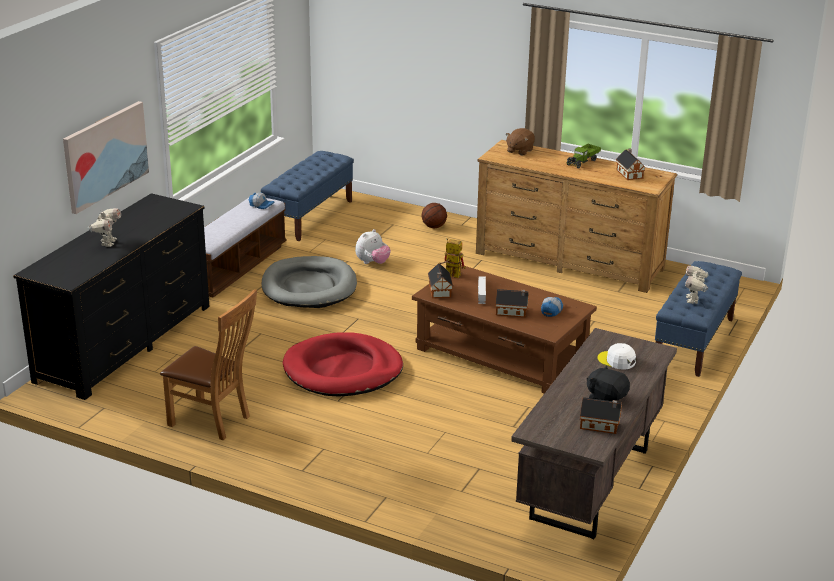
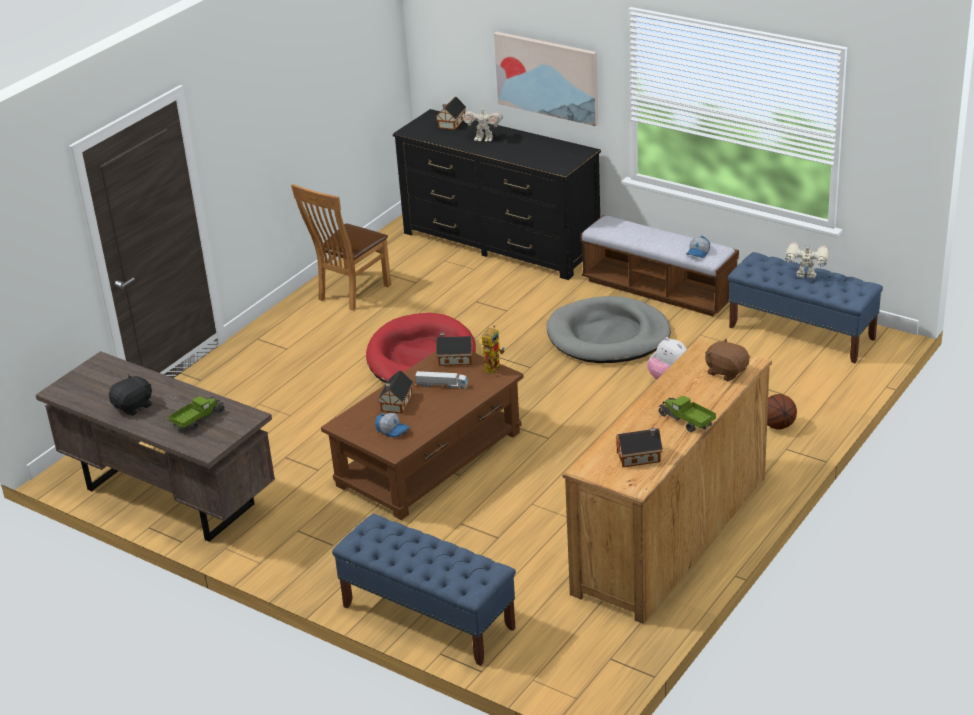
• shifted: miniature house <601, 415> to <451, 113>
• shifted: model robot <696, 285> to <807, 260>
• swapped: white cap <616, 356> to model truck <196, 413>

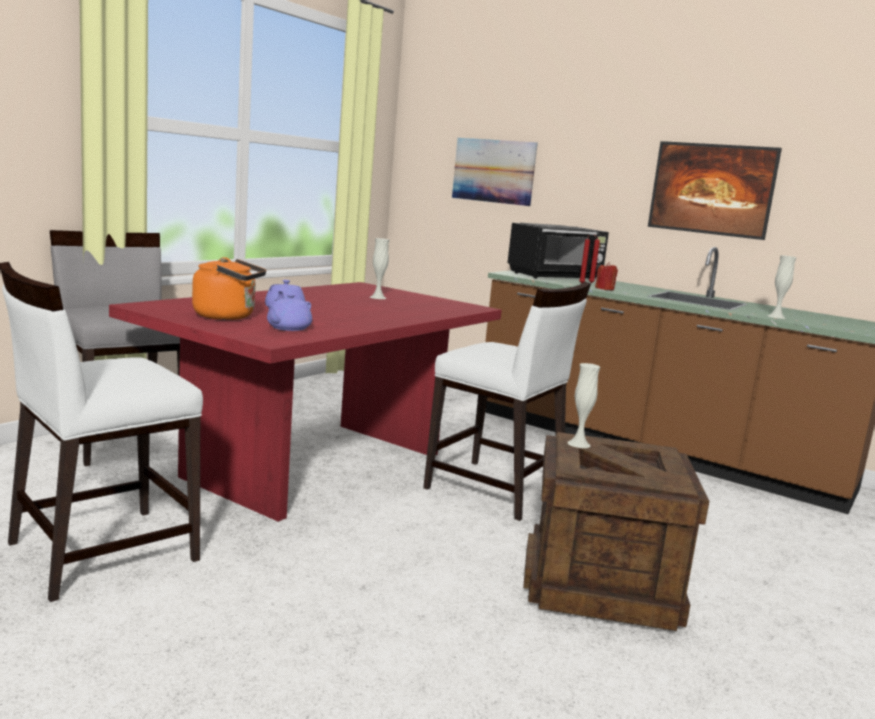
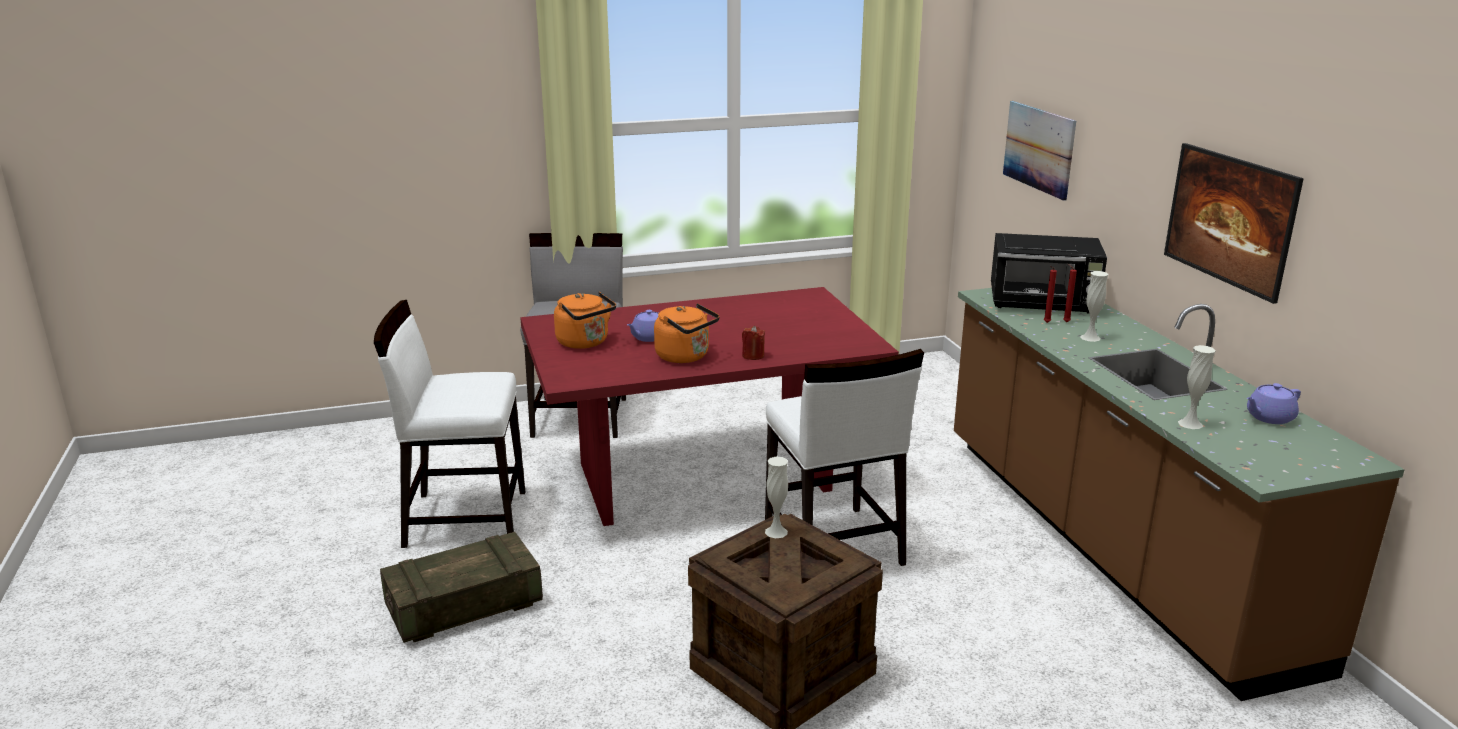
• new: packing crate <461, 587>
• new: orange-coloured tea kettle <687, 333>
• shifted: purple teapot <289, 312> to <1274, 403>
• shifted: white vase <380, 268> to <1094, 306>
• shifted: red-coloured candle <606, 276> to <753, 343>

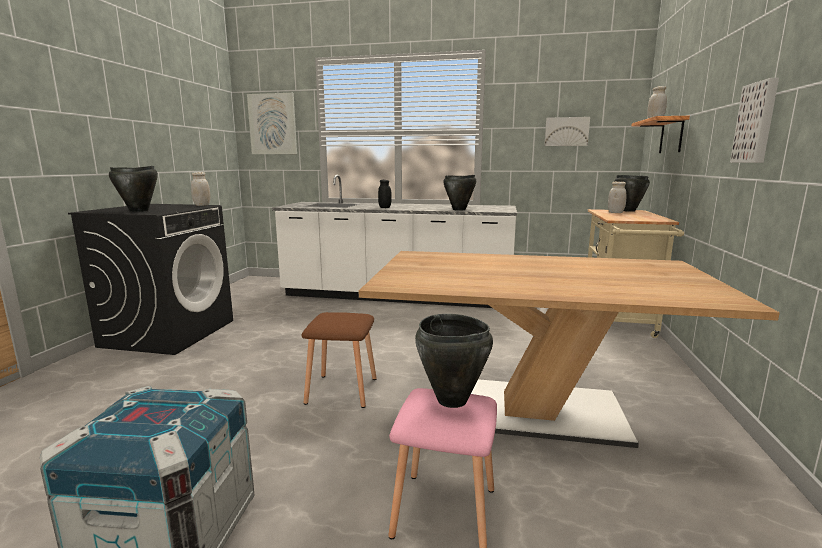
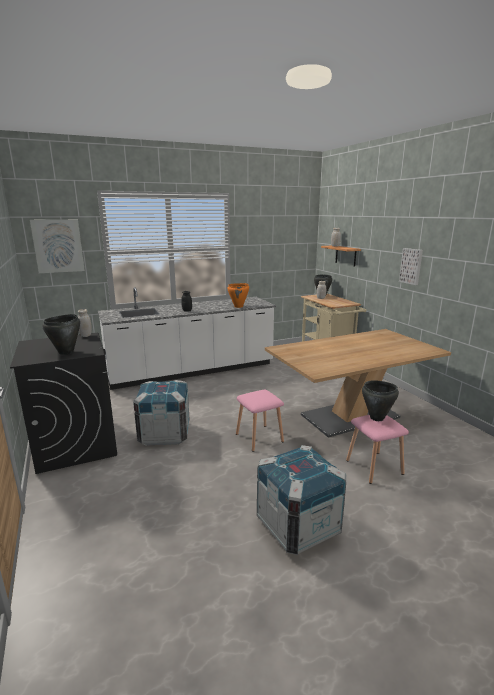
• gone: wall picture <567, 131>
• new: packing crate <161, 413>
• repainted: brownish stool seat <339, 360> to pink-coloured stool seat <260, 421>
• repainted: black cooking pot <459, 193> to orange-coloured cooking pot <238, 295>

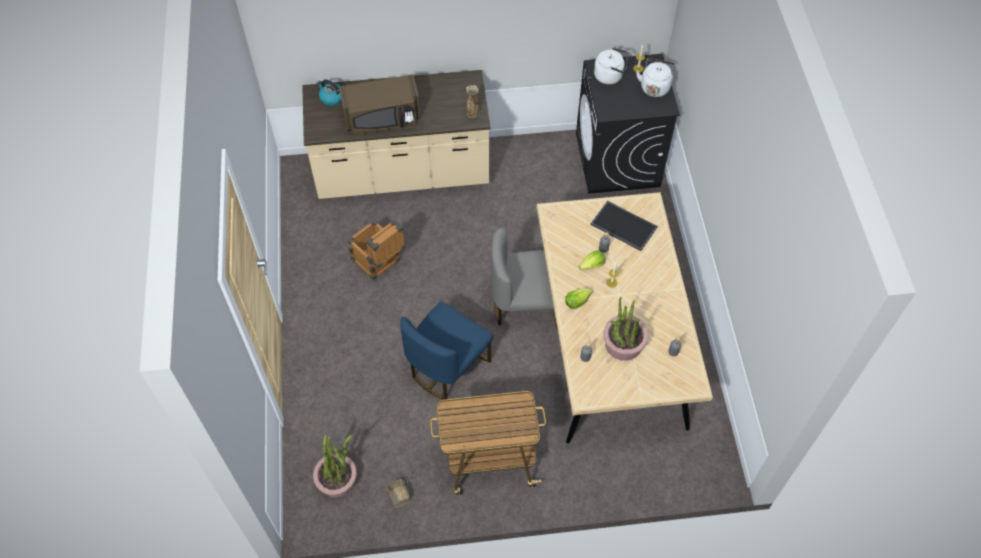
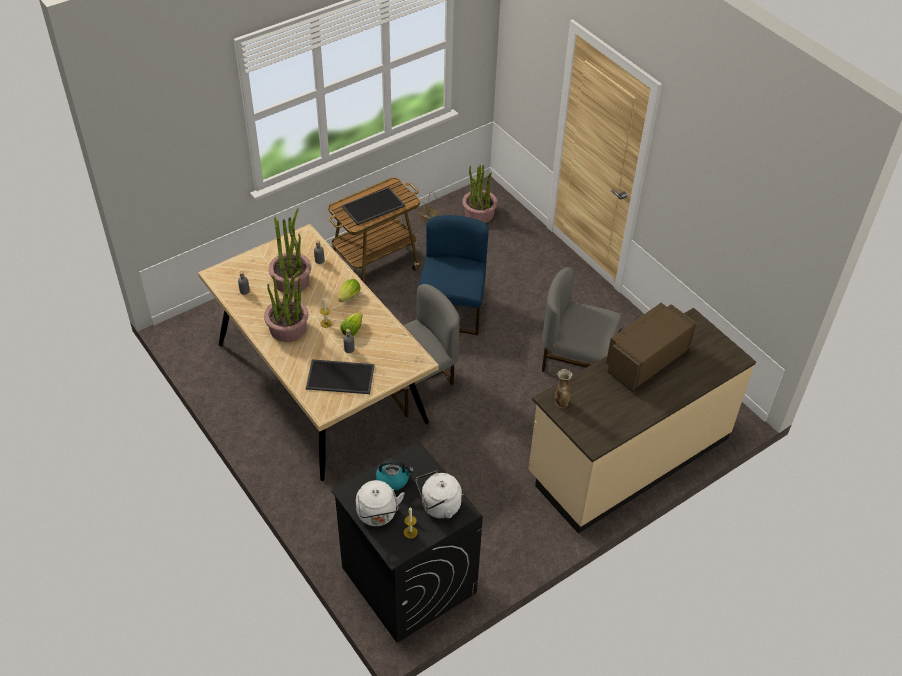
• new: plant in a pot <286, 306>
• new: serving tray <373, 206>
• shifted: tea kettle <329, 92> to <395, 475>
• swapped: packing crate <376, 249> to gray upright chair <582, 319>

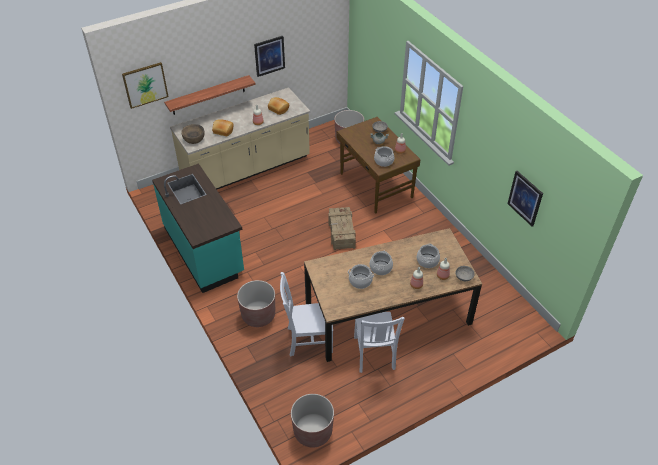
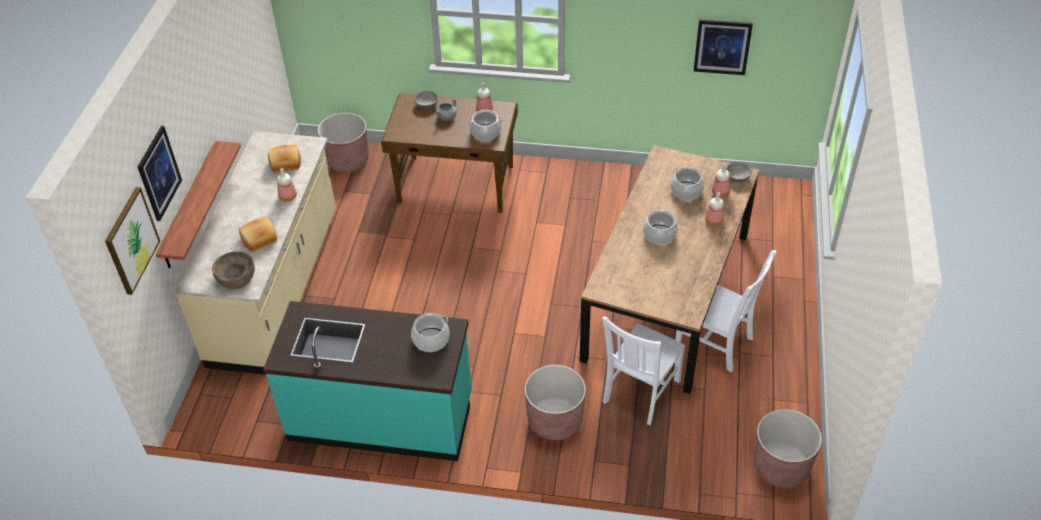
• gone: packing crate <342, 228>
• shifted: wall picture <269, 56> to <160, 173>
• shifted: cooking pot <361, 276> to <430, 332>

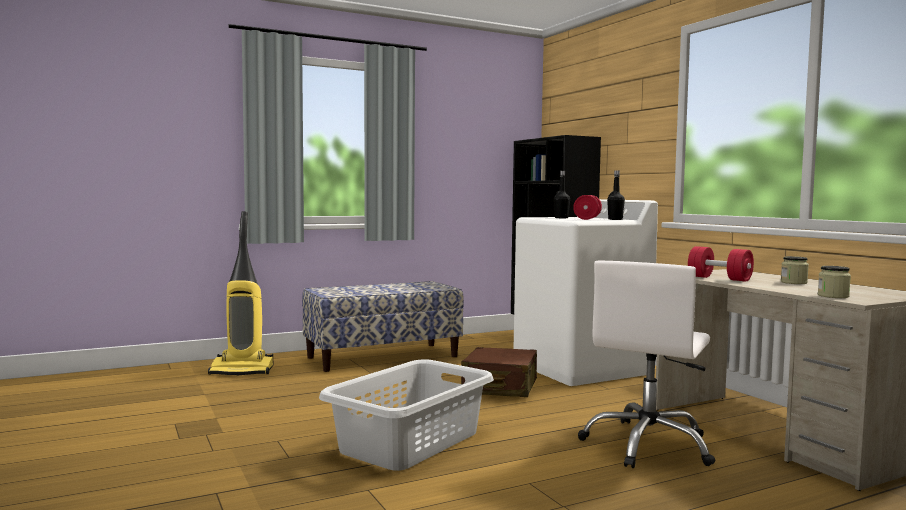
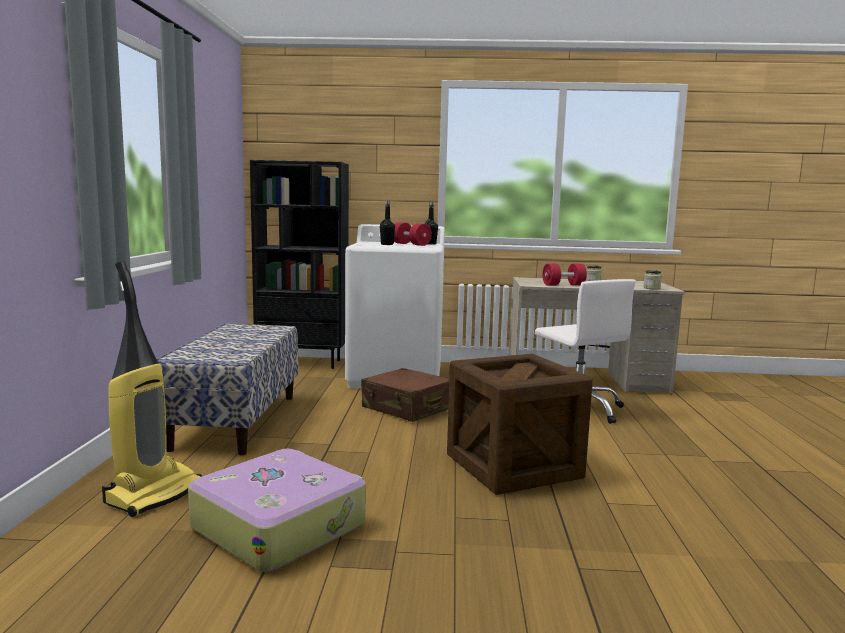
• new: piece of luggage <277, 510>
• swapped: gray washing basket <406, 415> to packing crate <520, 424>

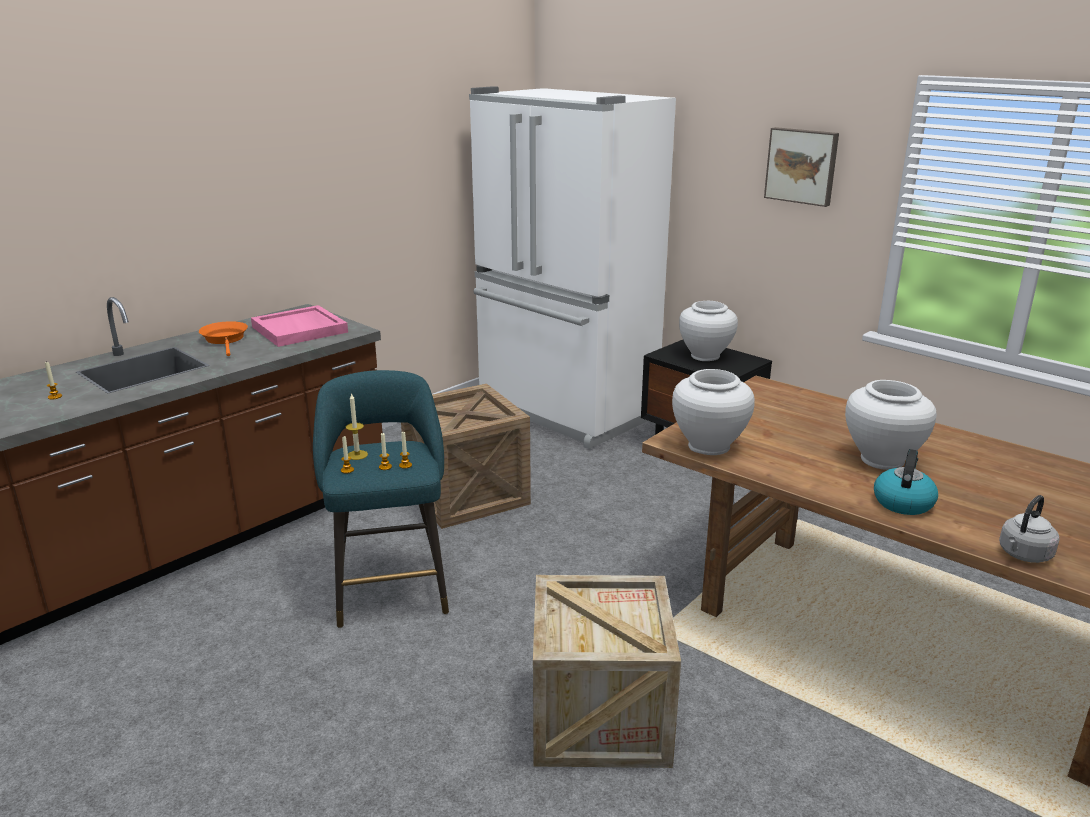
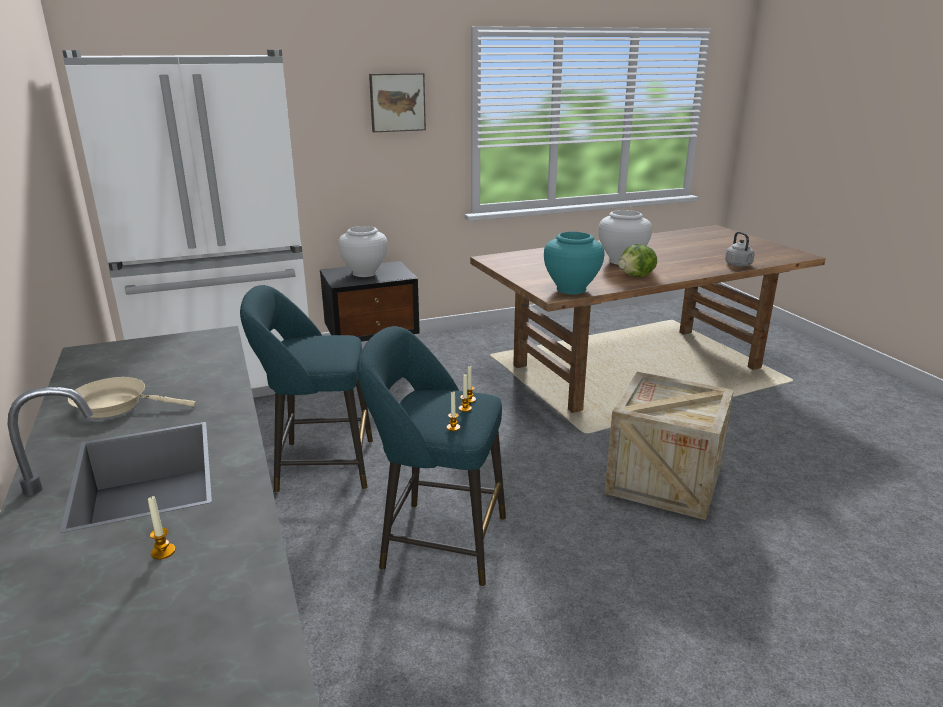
• gone: pink-coloured serving tray <299, 326>
• gone: candle <357, 426>
• gone: tea kettle <906, 482>
• new: head of lettuce <637, 260>
• swapped: packing crate <466, 456> to blue-green stool seat <306, 389>
• repainted: orange-coloured pan <223, 338> to beige pan <132, 397>
• repainted: white vase <713, 412> to blue-green vase <574, 263>

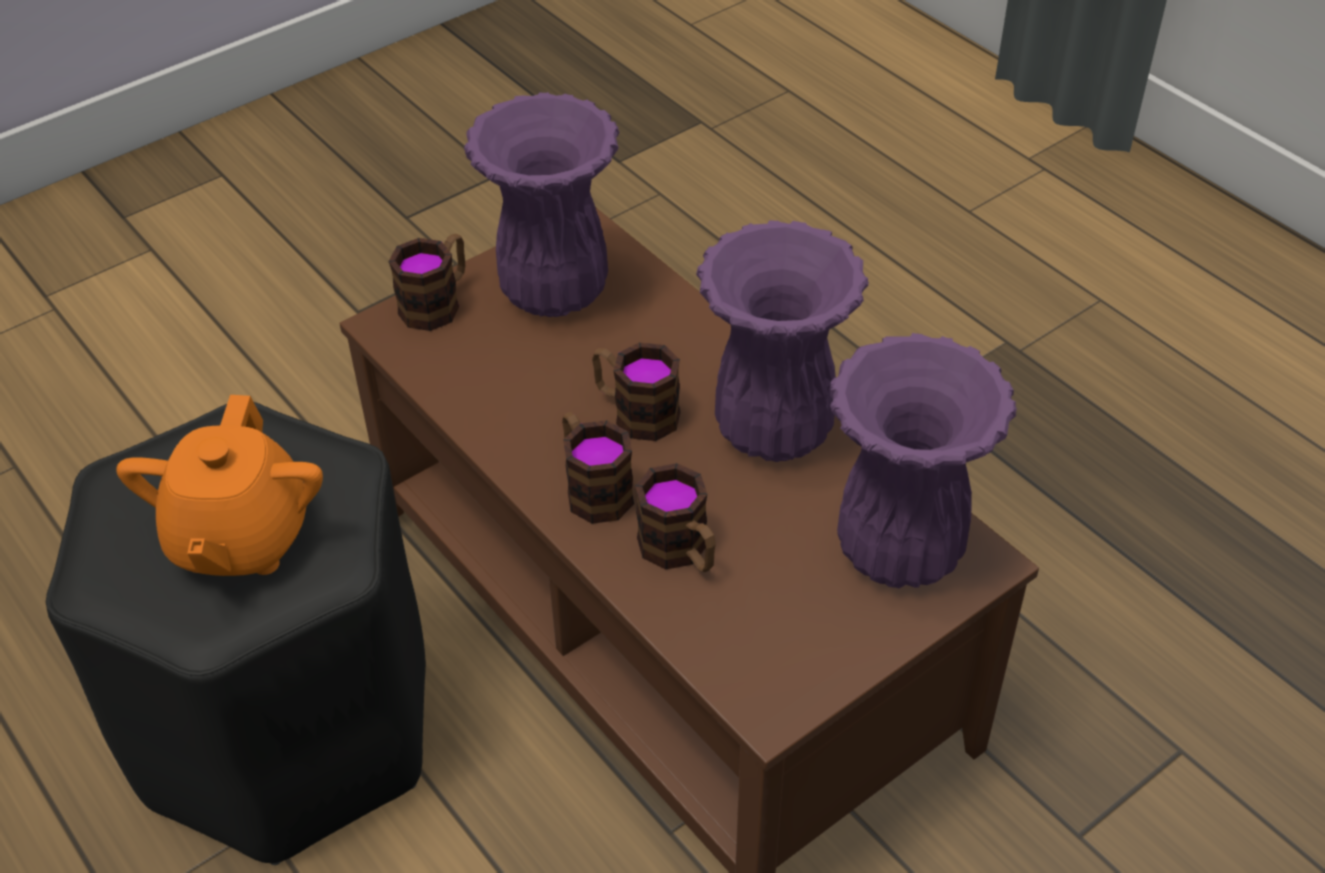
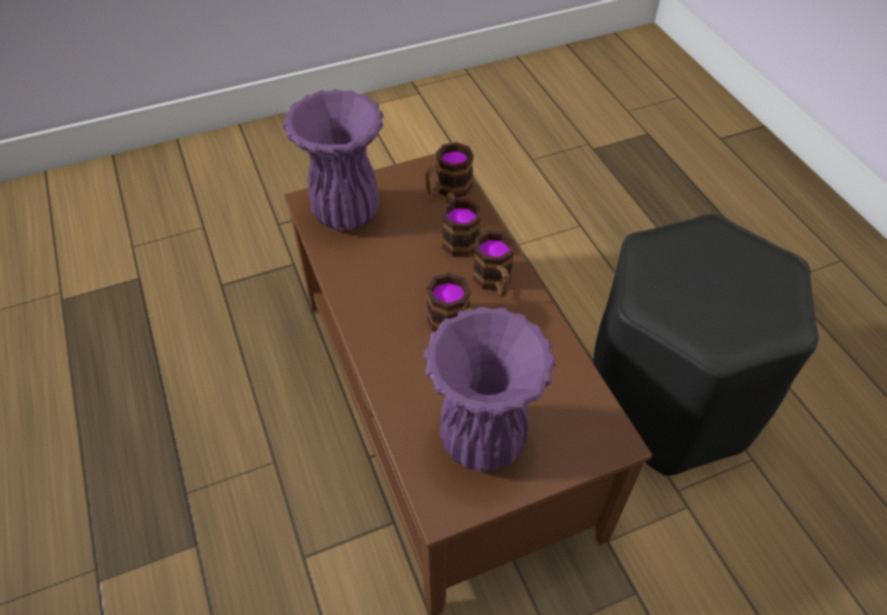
• gone: orange-coloured teapot <219, 485>
• gone: purple vase <782, 341>
• shifted: mug <426, 282> to <449, 170>

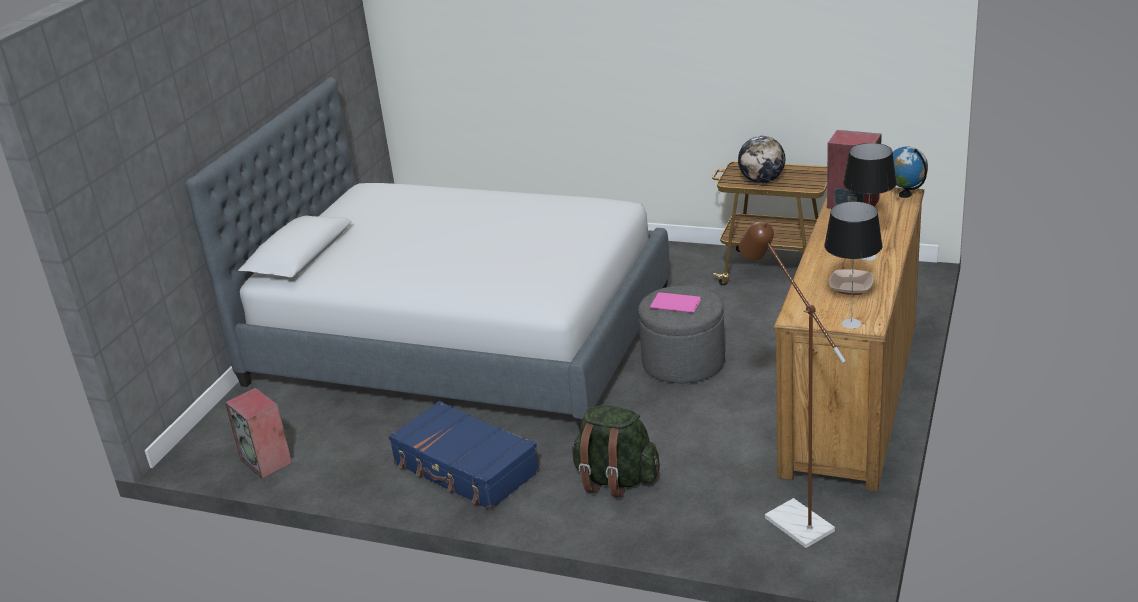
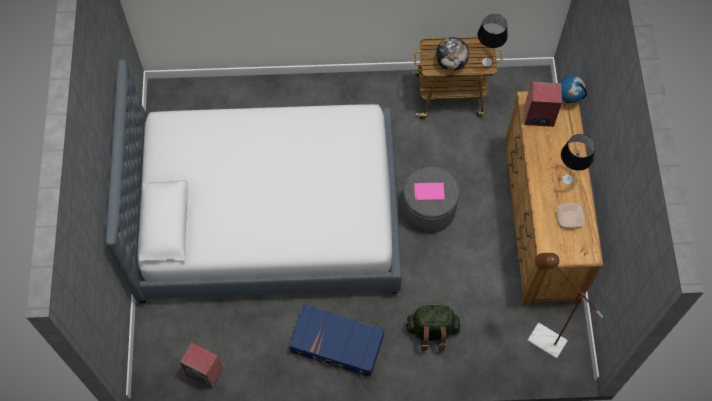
• shifted: table lamp <853, 265> to <493, 40>

